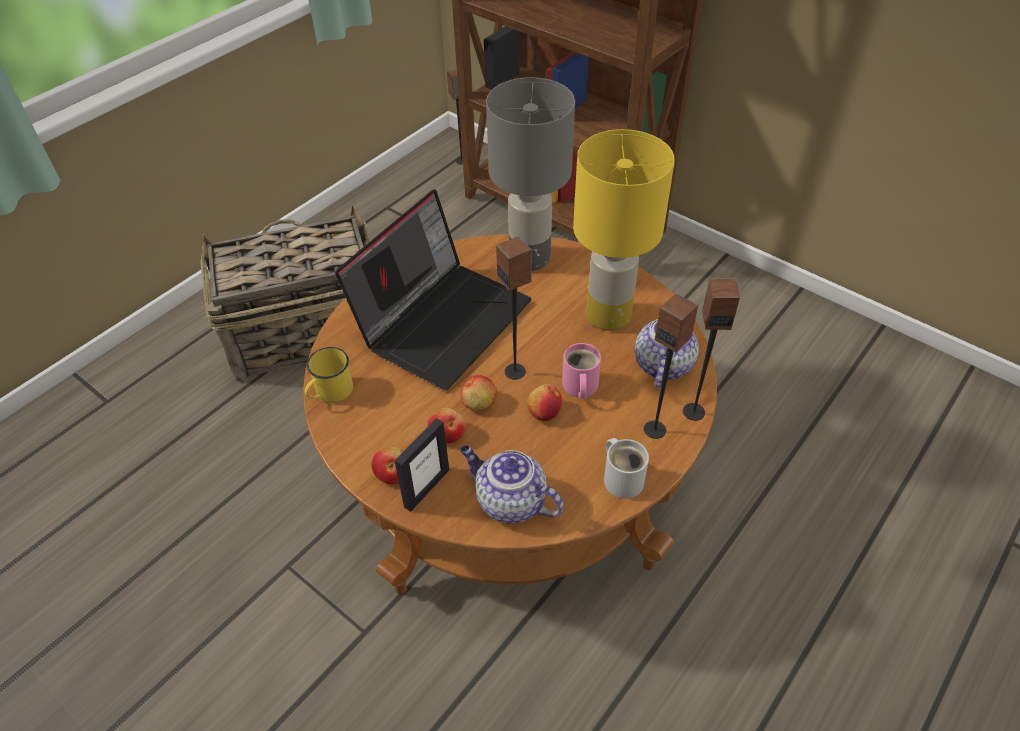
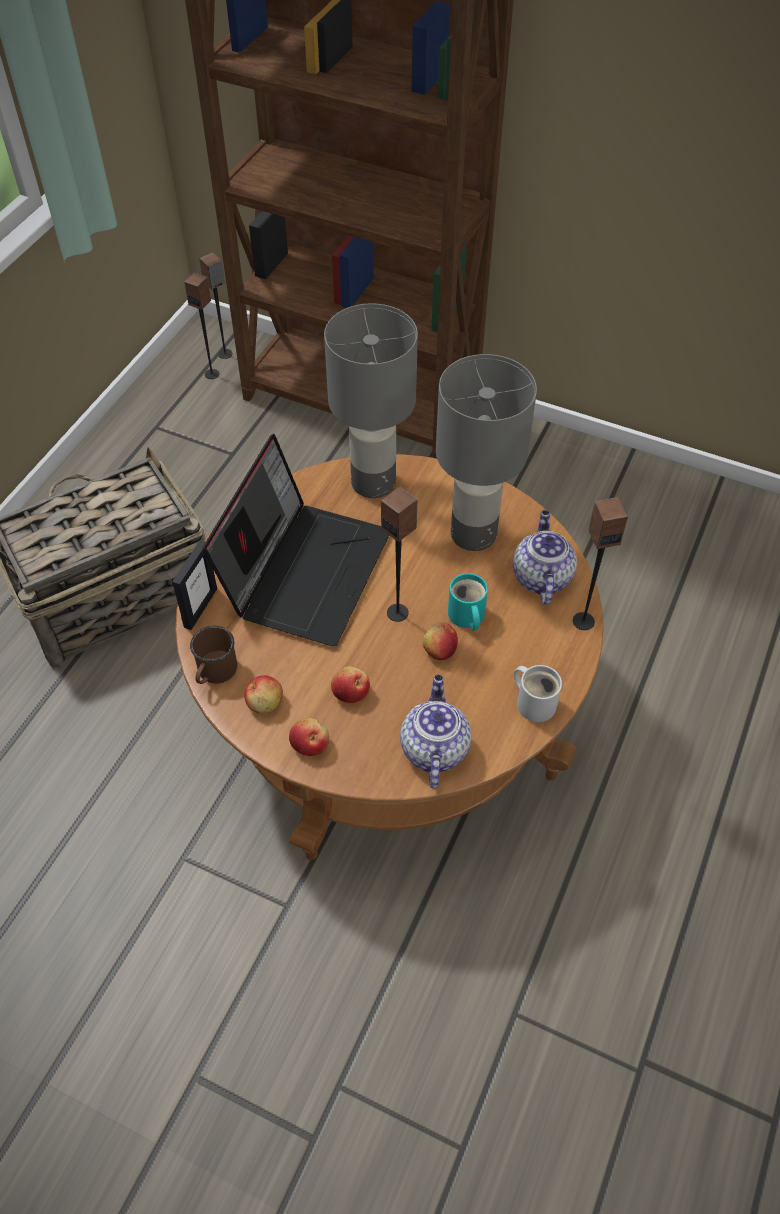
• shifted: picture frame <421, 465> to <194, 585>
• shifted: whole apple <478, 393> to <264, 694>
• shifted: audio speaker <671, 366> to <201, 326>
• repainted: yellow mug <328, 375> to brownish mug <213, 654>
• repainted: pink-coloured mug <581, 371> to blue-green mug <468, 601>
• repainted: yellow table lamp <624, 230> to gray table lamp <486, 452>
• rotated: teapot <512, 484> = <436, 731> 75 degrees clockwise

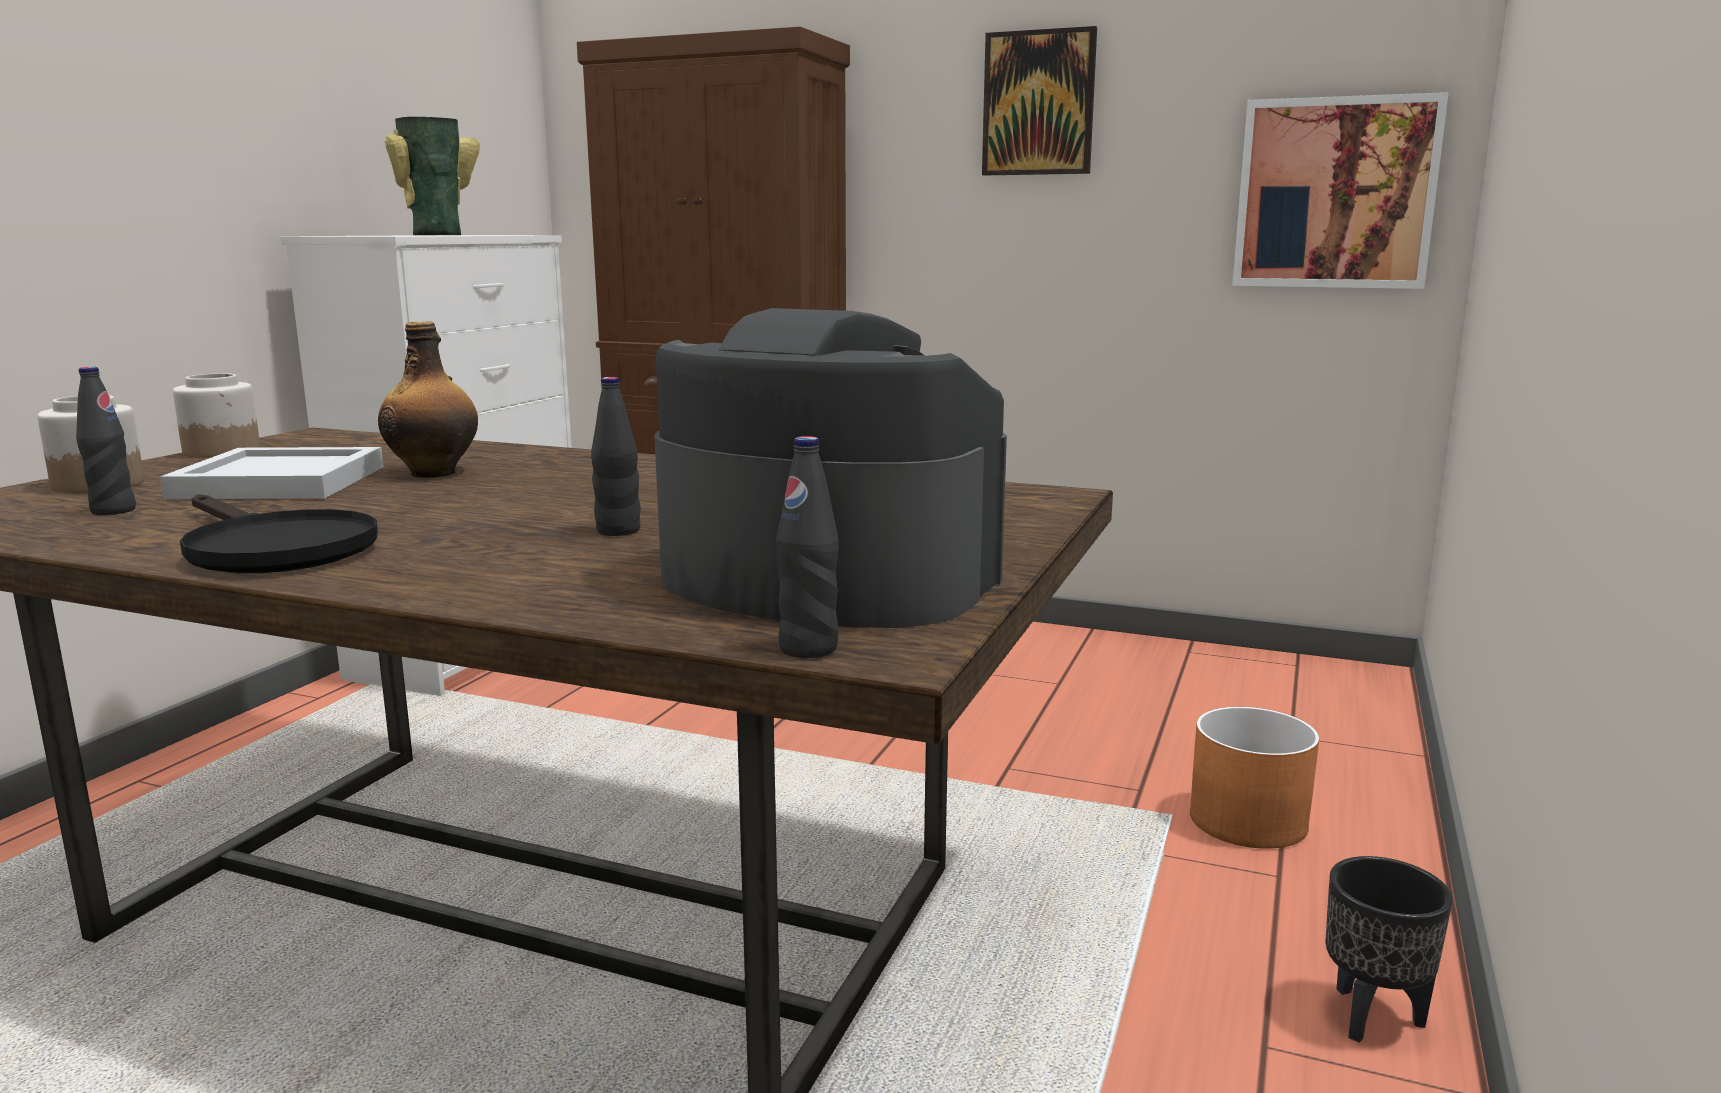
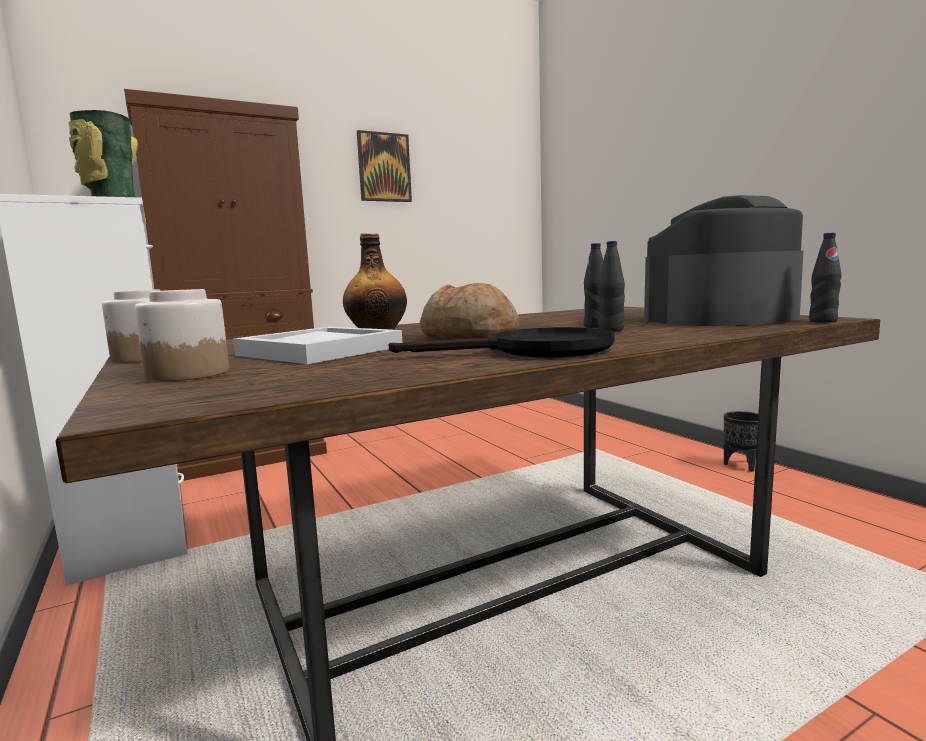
• gone: orange-coloured planter <1254, 778>
• gone: wall picture <1340, 190>
• new: bread <469, 311>
• shifted: black bottle <106, 441> to <611, 286>

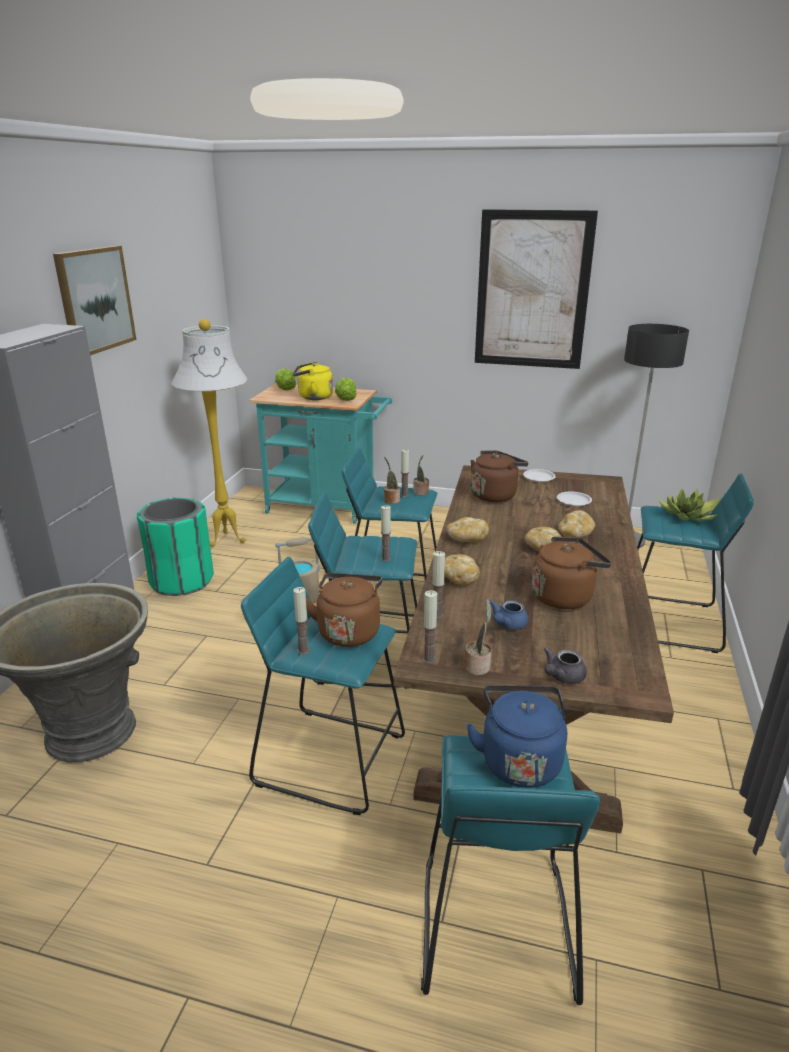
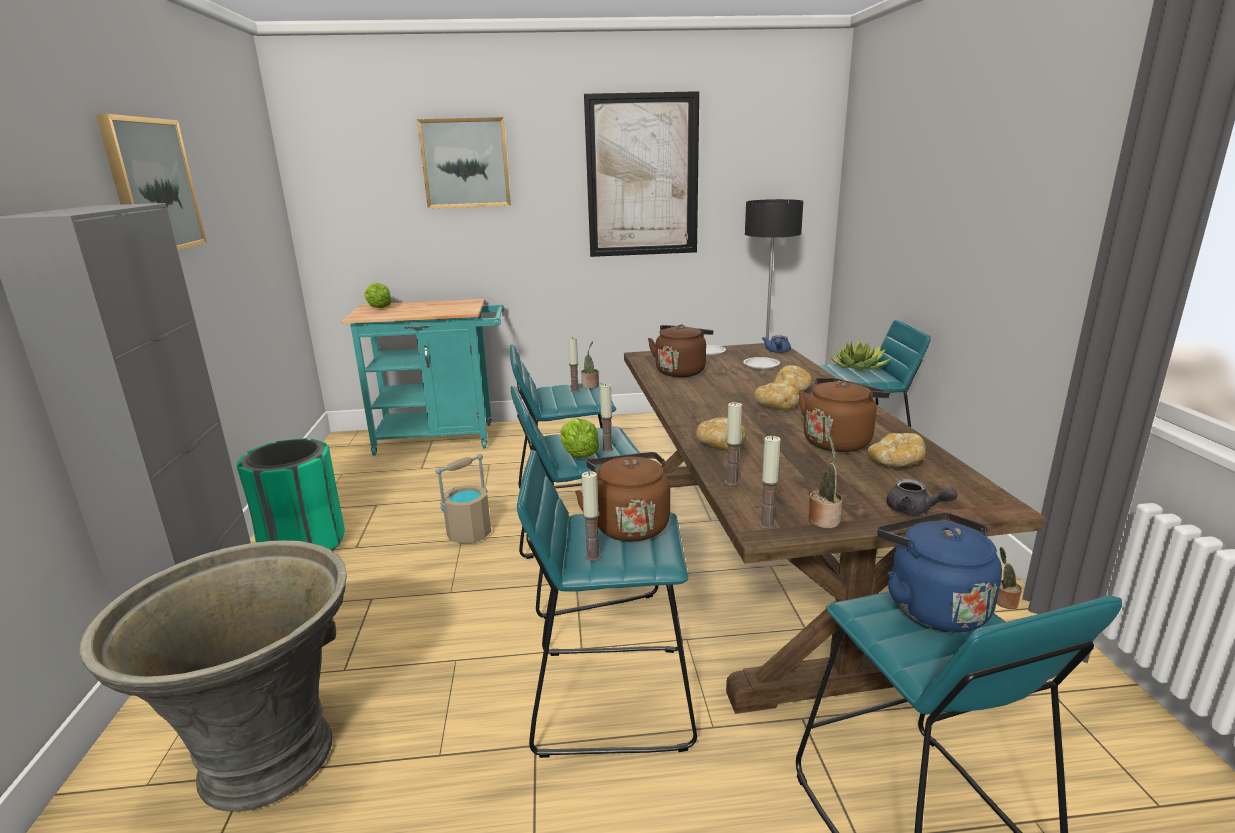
• gone: white standing lamp <209, 433>
• gone: yellow tea kettle <313, 381>
• new: wall picture <464, 163>
• shifted: head of lettuce <346, 389> to <580, 438>
• shifted: plant in a pot <392, 480> to <1009, 578>
• shifted: bread <467, 529> to <897, 450>
• shifted: blue-coloured teapot <509, 615> to <776, 344>
• rotated: gray teapot <565, 665> = <921, 496> 75 degrees counterclockwise

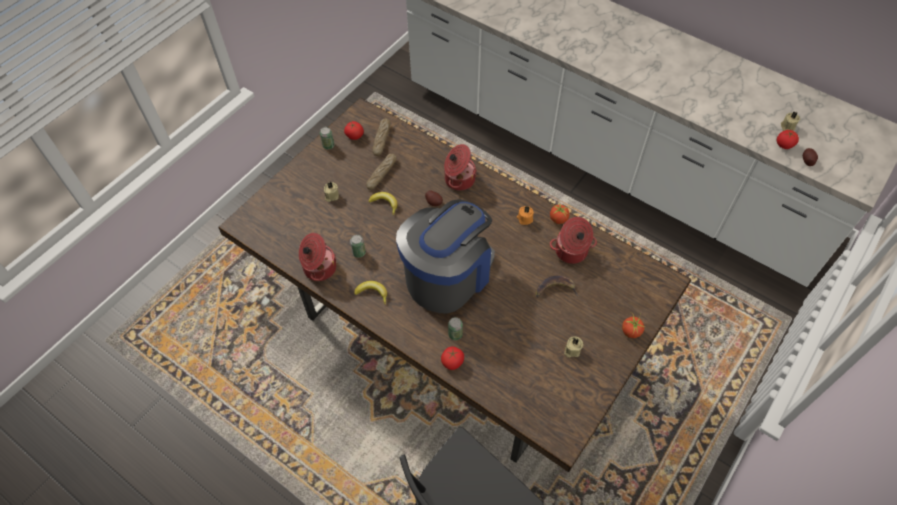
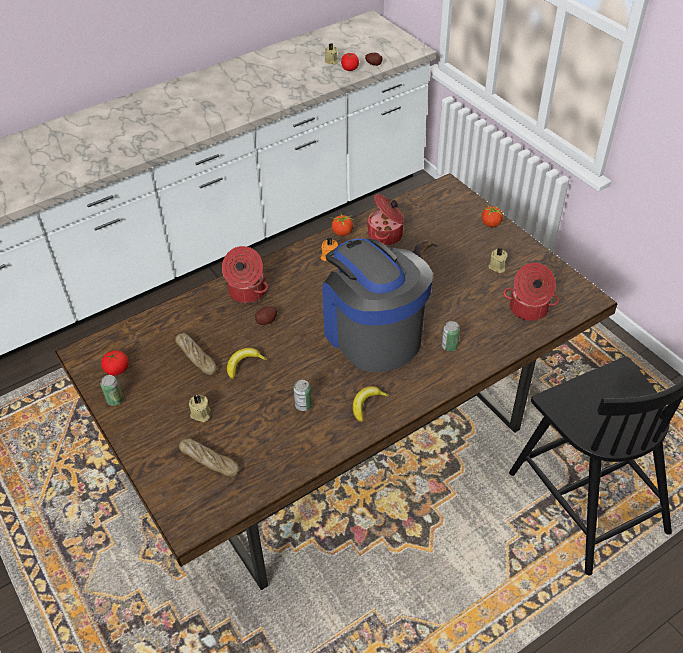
• gone: whole tomato <452, 358>
• shifted: cooking pot <318, 257> to <531, 292>
• shifted: bread <381, 137> to <209, 458>

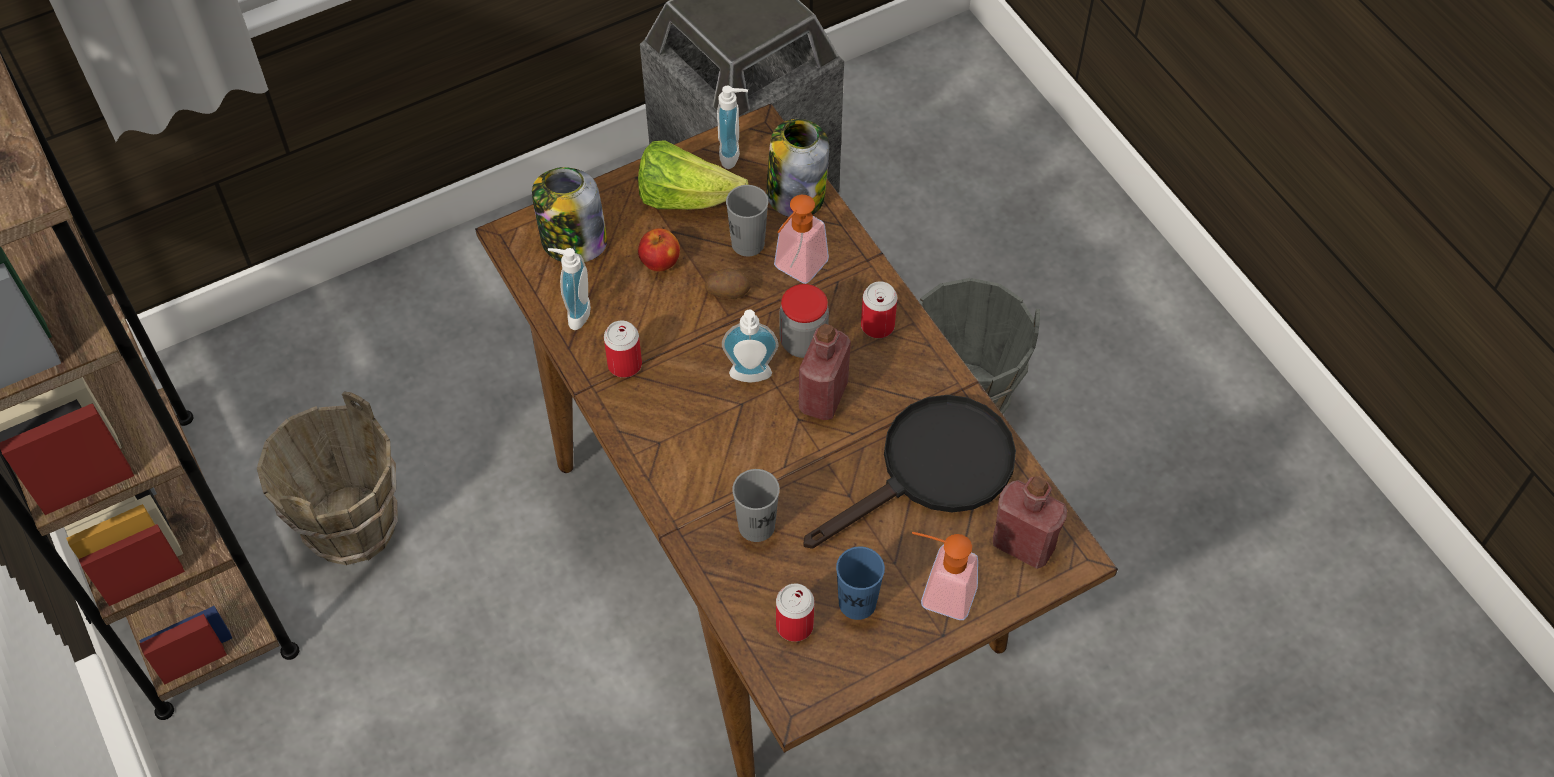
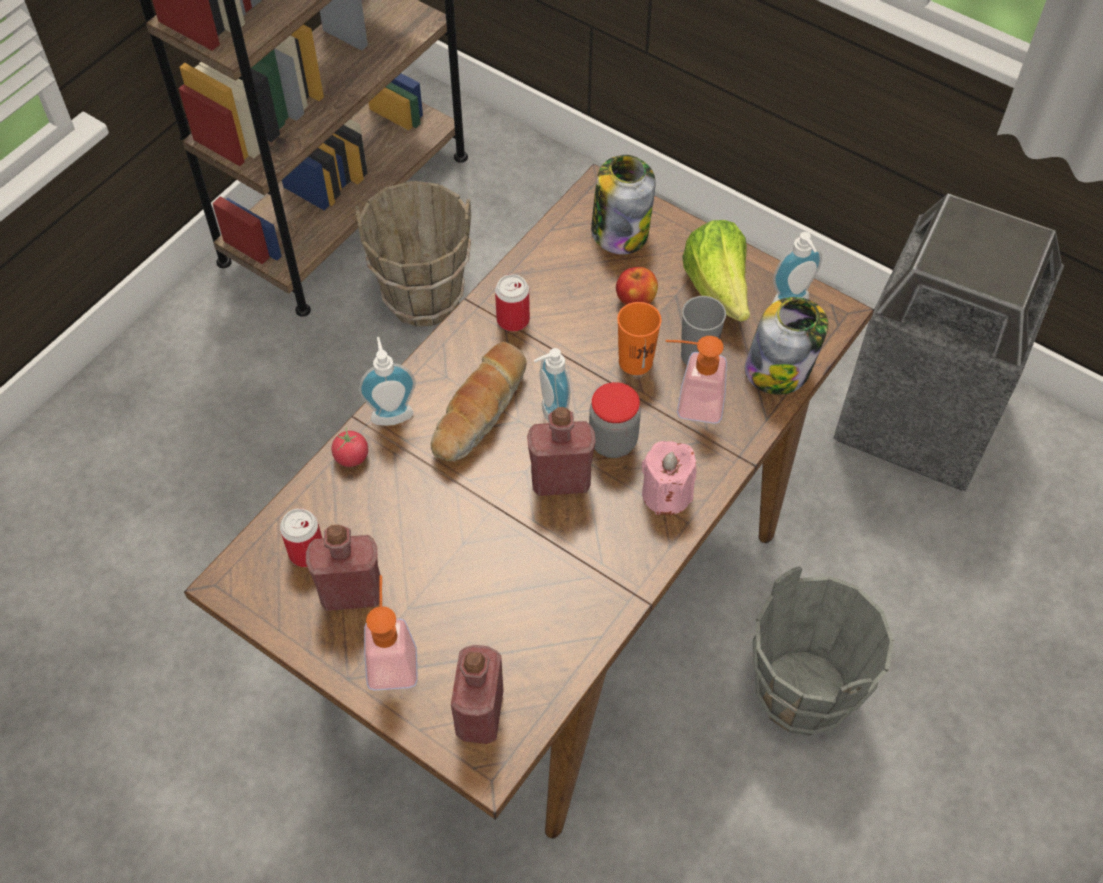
• gone: gray small cup <756, 505>
• gone: black pan <909, 472>
• new: whole tomato <350, 447>
• new: bread <478, 401>
• shifted: liquid soap bottle <569, 289> to <387, 381>
• swapped: spud <727, 283> to orange-coloured small cup <639, 338>
• swapped: blue-coloured small cup <860, 583> to red-coloured bottle <343, 567>
• swapped: sealed can <879, 309> to pink-coloured candle <668, 478>

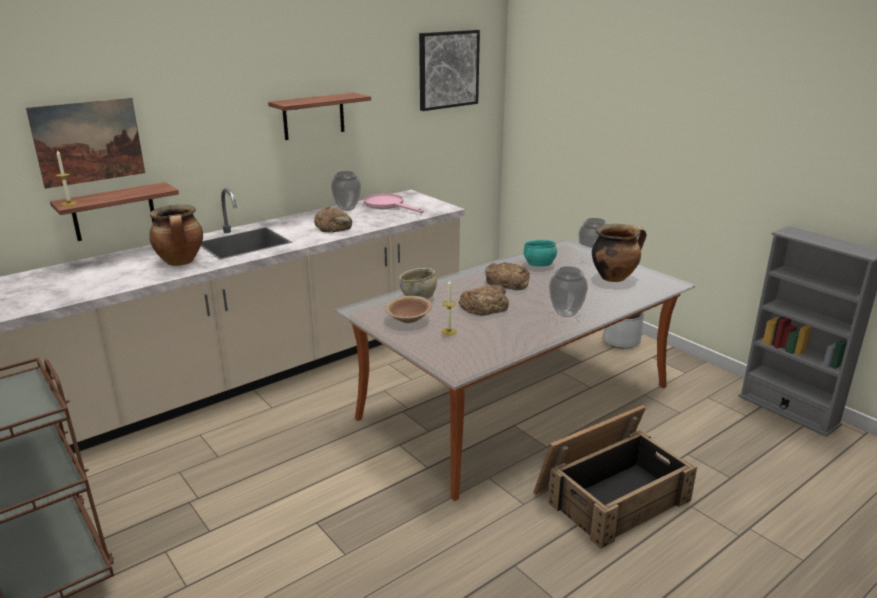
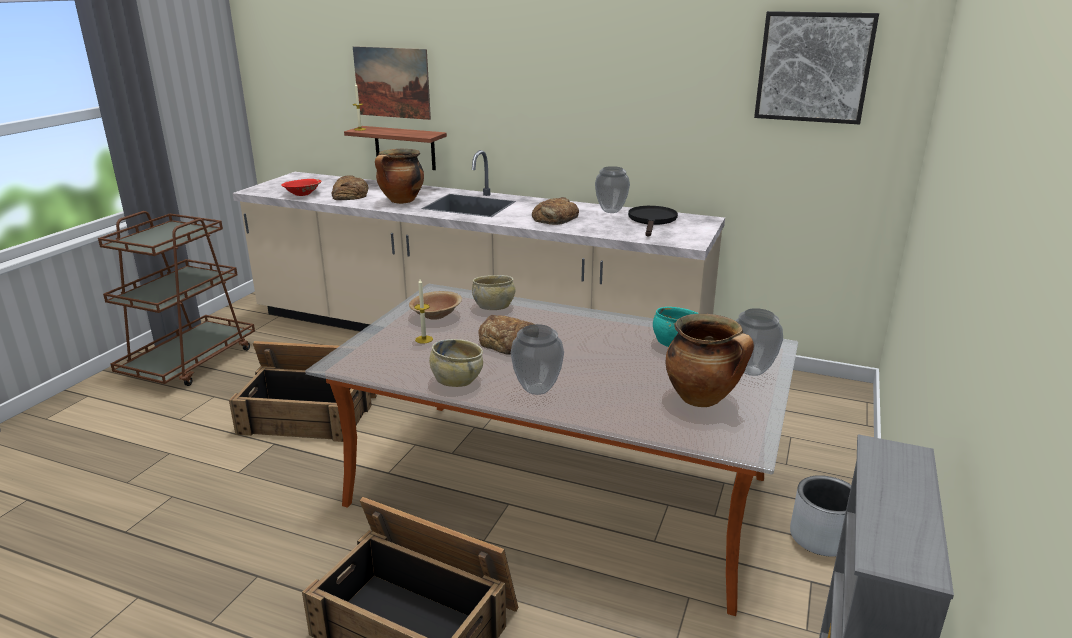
• gone: shelf <319, 116>
• new: packing crate <303, 391>
• new: red-coloured bowl <301, 187>
• new: beige bowl <456, 363>
• shifted: bread <507, 276> to <349, 187>
• repainted: pink-coloured pan <394, 203> to black pan <653, 221>

